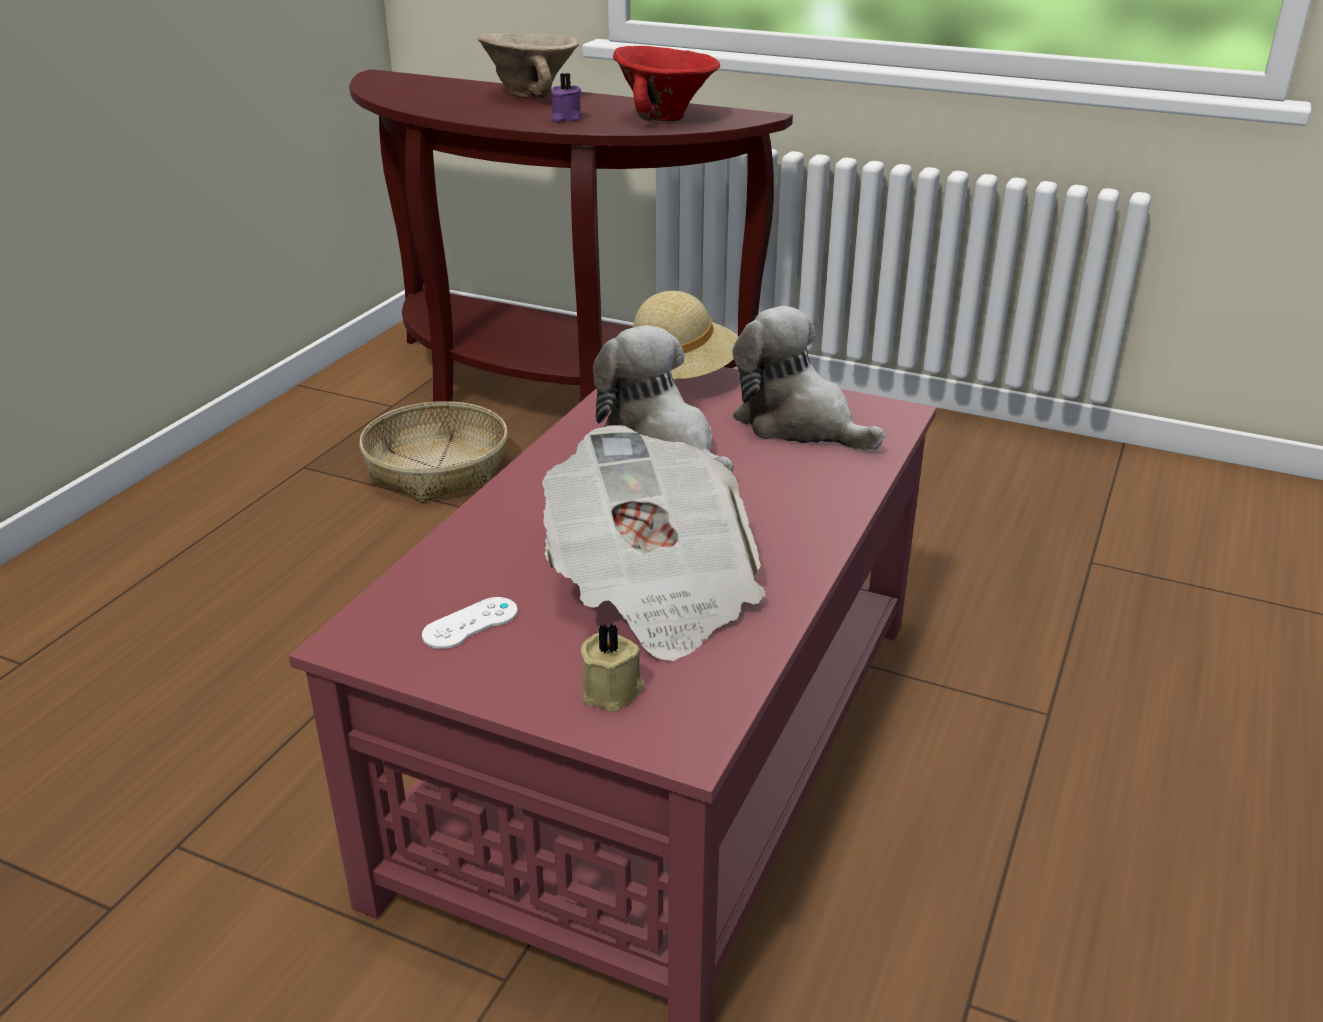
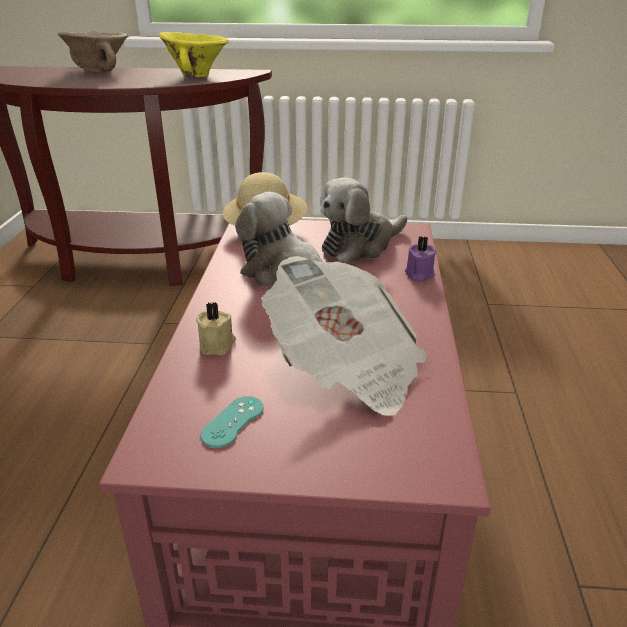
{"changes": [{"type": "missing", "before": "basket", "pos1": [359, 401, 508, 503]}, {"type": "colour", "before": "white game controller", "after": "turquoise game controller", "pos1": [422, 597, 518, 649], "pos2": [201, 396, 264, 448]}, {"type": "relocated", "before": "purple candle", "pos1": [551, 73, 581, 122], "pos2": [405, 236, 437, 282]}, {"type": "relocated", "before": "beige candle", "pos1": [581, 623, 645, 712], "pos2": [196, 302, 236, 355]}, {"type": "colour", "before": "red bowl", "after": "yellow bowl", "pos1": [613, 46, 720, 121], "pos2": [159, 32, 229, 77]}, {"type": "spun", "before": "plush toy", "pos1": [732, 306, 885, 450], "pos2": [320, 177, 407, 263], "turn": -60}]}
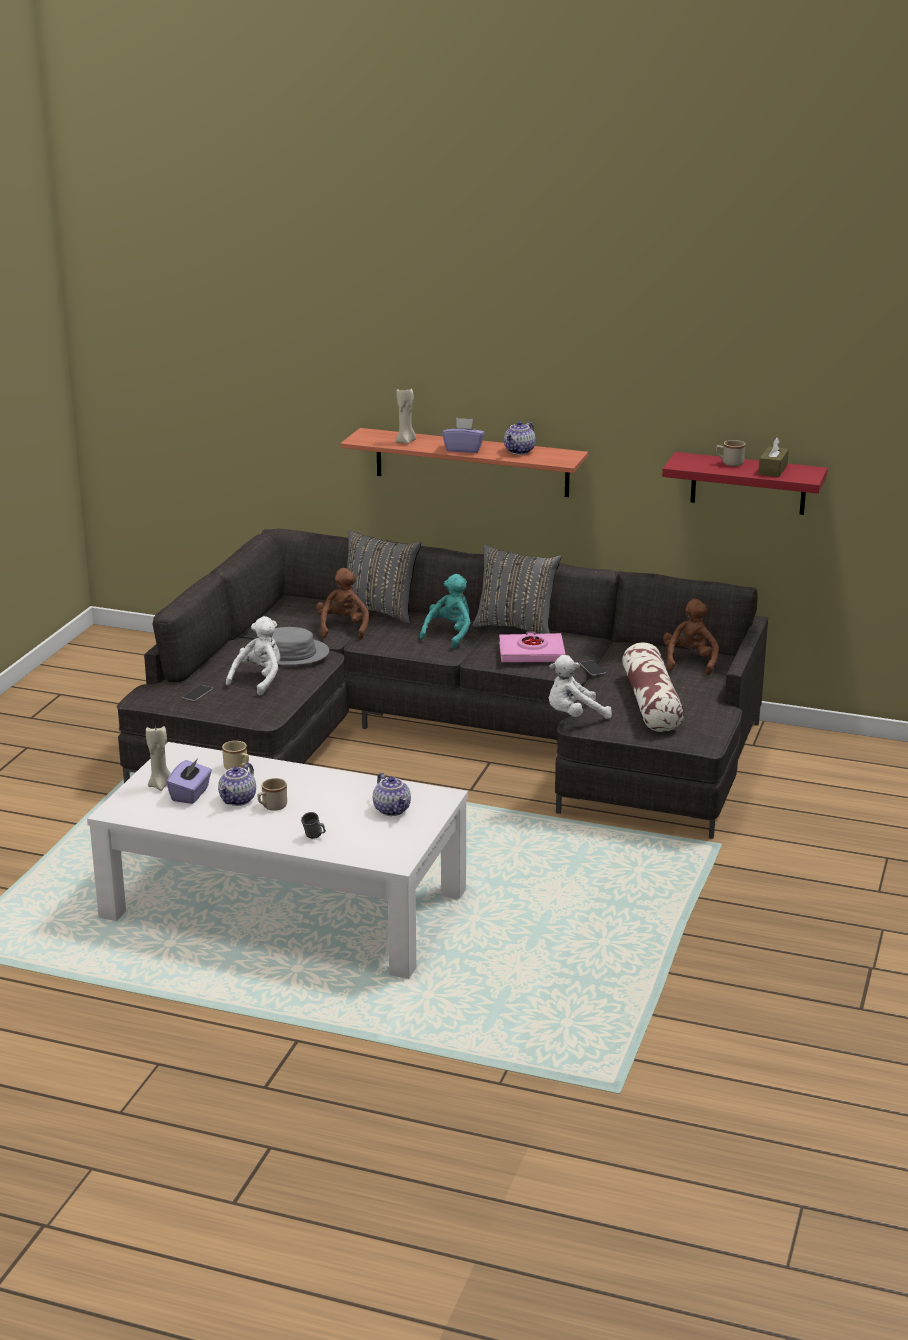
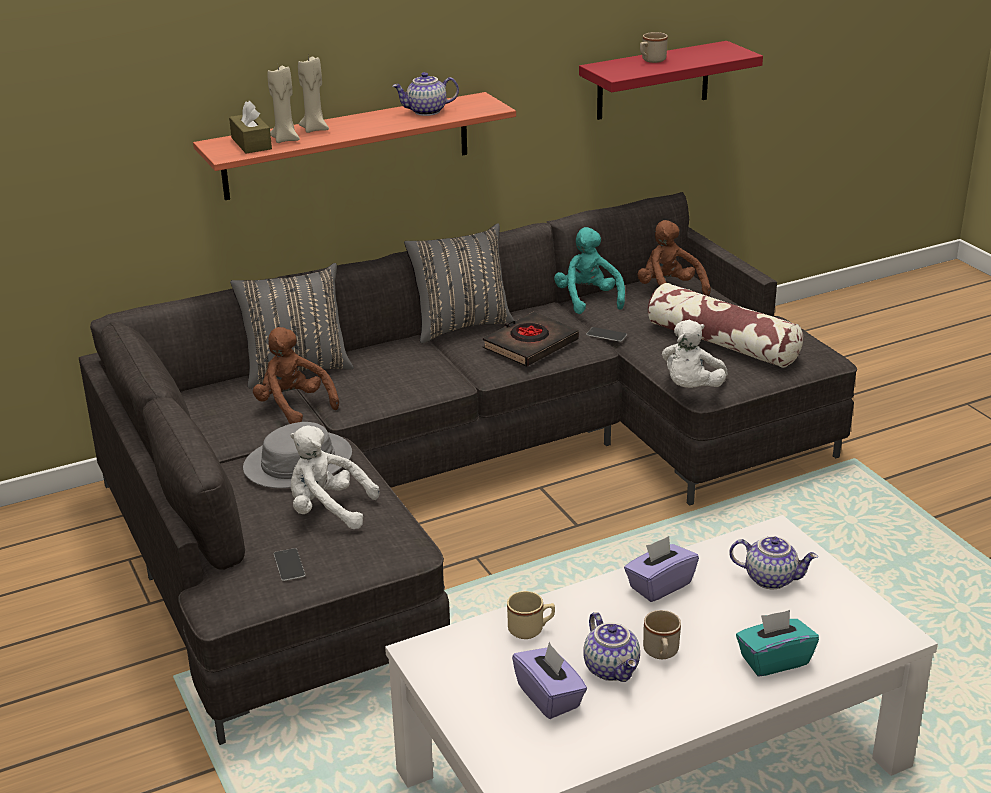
{"changes": [{"type": "relocated", "before": "beige candle", "pos1": [146, 725, 171, 791], "pos2": [298, 56, 329, 133]}, {"type": "spun", "before": "white plush toy", "pos1": [226, 616, 280, 696], "pos2": [290, 426, 380, 529], "turn": -60}, {"type": "exchanged", "before": "grey mug", "after": "turquoise tissue box", "pos1": [301, 812, 326, 839], "pos2": [736, 610, 819, 677]}, {"type": "relocated", "before": "turquoise plush toy", "pos1": [420, 574, 471, 648], "pos2": [554, 227, 625, 314]}, {"type": "relocated", "before": "purple tissue box", "pos1": [442, 418, 485, 453], "pos2": [624, 536, 699, 602]}, {"type": "colour", "before": "pink book", "after": "black book", "pos1": [499, 632, 565, 662], "pos2": [483, 312, 579, 367]}, {"type": "spun", "before": "teapot", "pos1": [504, 421, 536, 455], "pos2": [392, 72, 459, 116], "turn": 90}, {"type": "relocated", "before": "brown tissue box", "pos1": [758, 437, 789, 477], "pos2": [229, 101, 272, 153]}]}
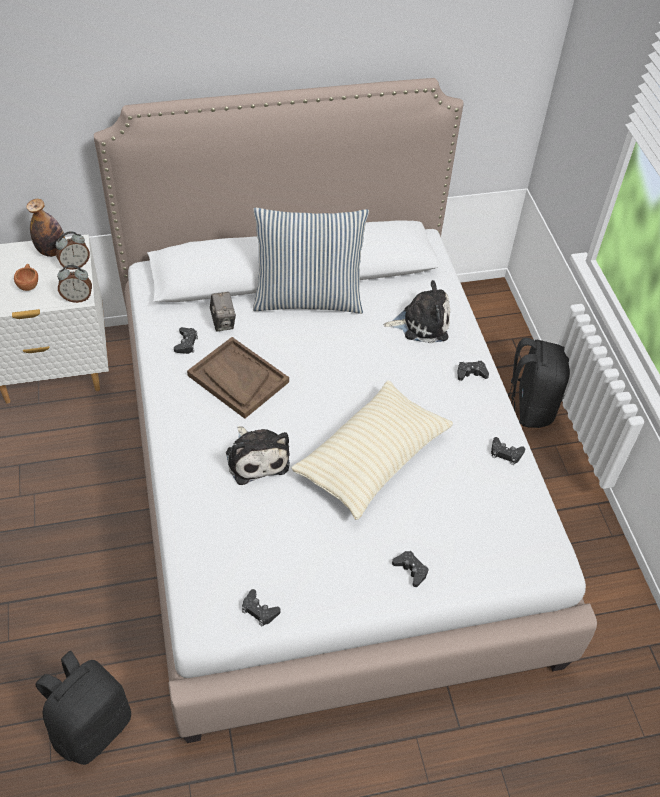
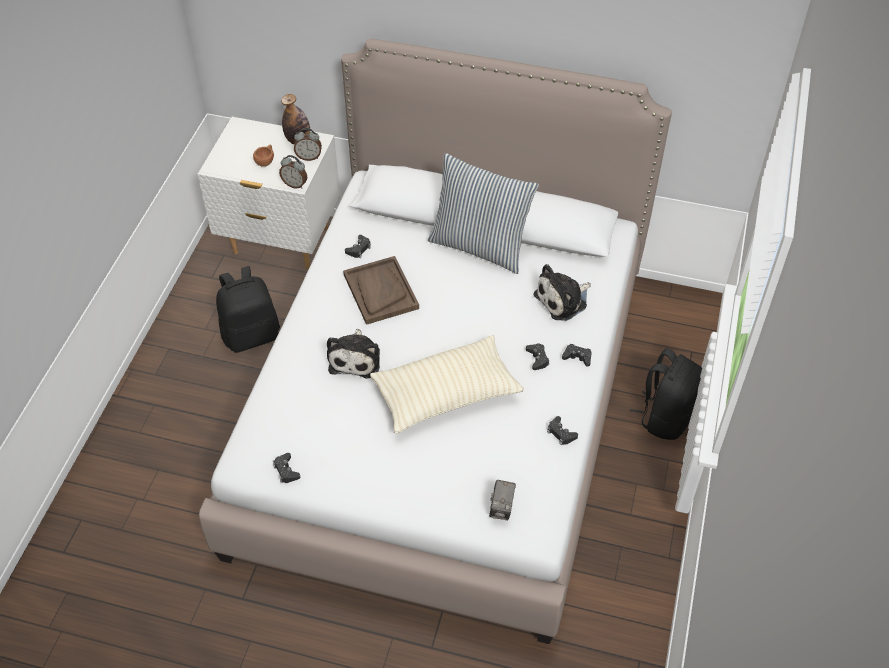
{"changes": [{"type": "relocated", "before": "black backpack", "pos1": [36, 651, 131, 765], "pos2": [216, 266, 280, 353]}, {"type": "relocated", "before": "photo camera", "pos1": [210, 292, 236, 331], "pos2": [489, 480, 516, 520]}, {"type": "spun", "before": "plush toy", "pos1": [384, 280, 450, 343], "pos2": [533, 264, 591, 321], "turn": 120}, {"type": "relocated", "before": "black game controller", "pos1": [392, 551, 429, 587], "pos2": [526, 343, 549, 370]}]}
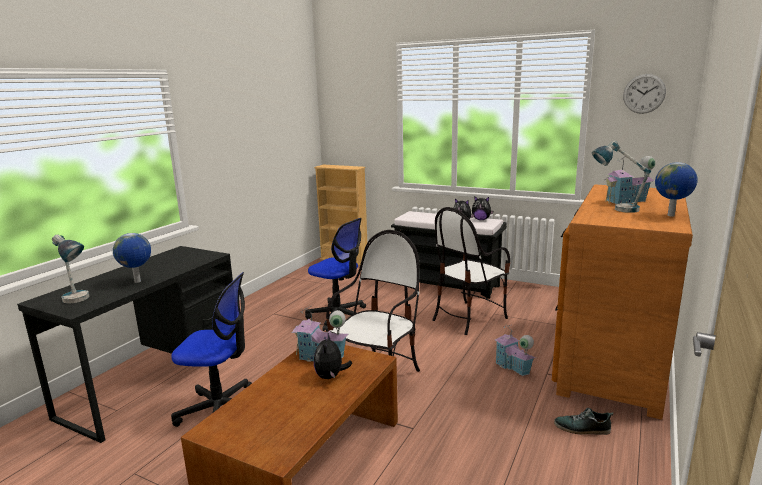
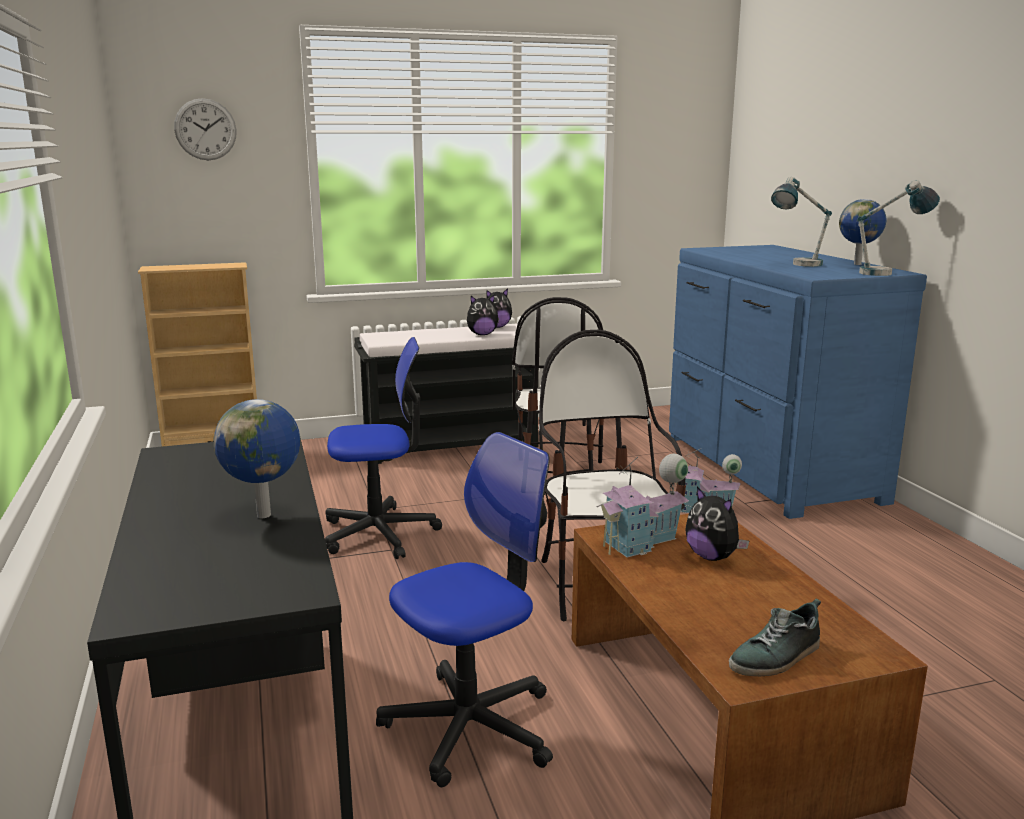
{"changes": [{"type": "relocated", "before": "table lamp", "pos1": [52, 234, 90, 304], "pos2": [857, 180, 940, 276]}, {"type": "colour", "before": "brown dresser", "after": "blue dresser", "pos1": [552, 185, 693, 420], "pos2": [669, 245, 927, 519]}, {"type": "relocated", "before": "shoe", "pos1": [554, 408, 613, 435], "pos2": [729, 599, 821, 676]}, {"type": "missing", "before": "toy house", "pos1": [604, 156, 655, 204]}, {"type": "relocated", "before": "wall clock", "pos1": [623, 74, 666, 114], "pos2": [174, 98, 237, 160]}]}
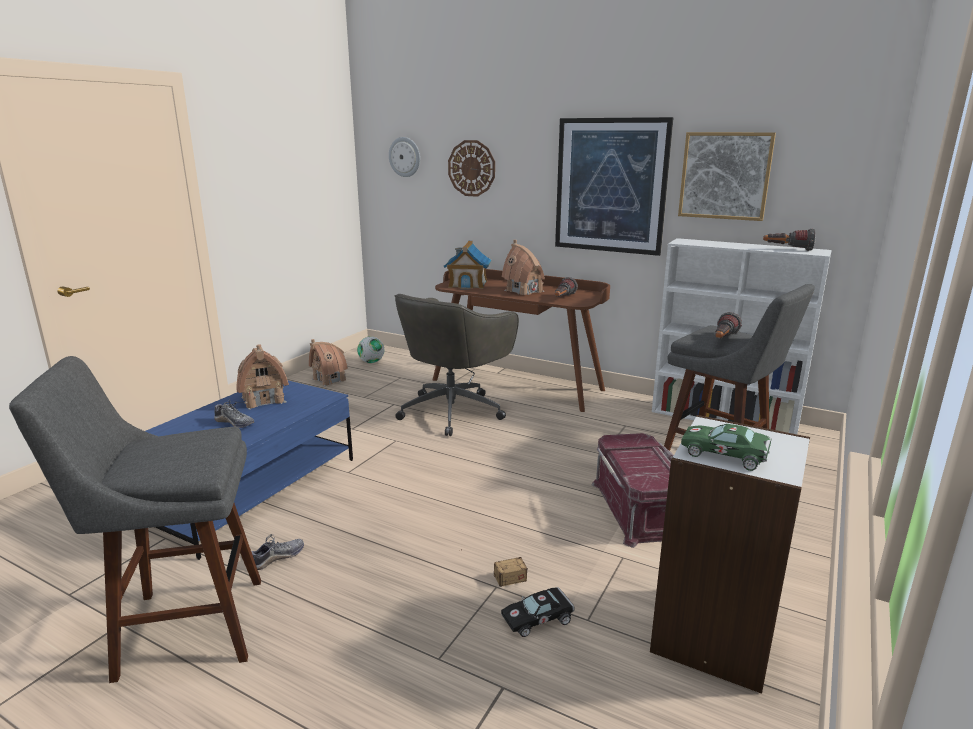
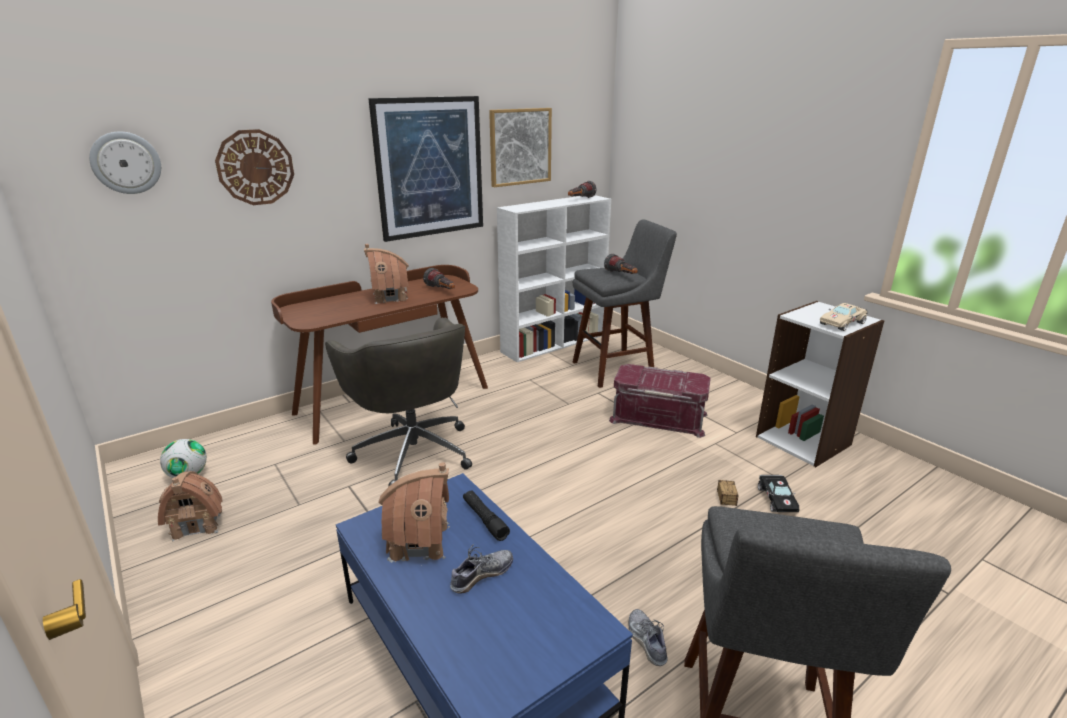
{"changes": [{"type": "missing", "before": "toy house", "pos1": [444, 241, 491, 290]}, {"type": "colour", "before": "green toy car", "after": "beige toy car", "pos1": [681, 424, 772, 471], "pos2": [820, 303, 868, 331]}, {"type": "appeared", "after": "black flashlight", "pos2": [463, 491, 510, 541]}]}
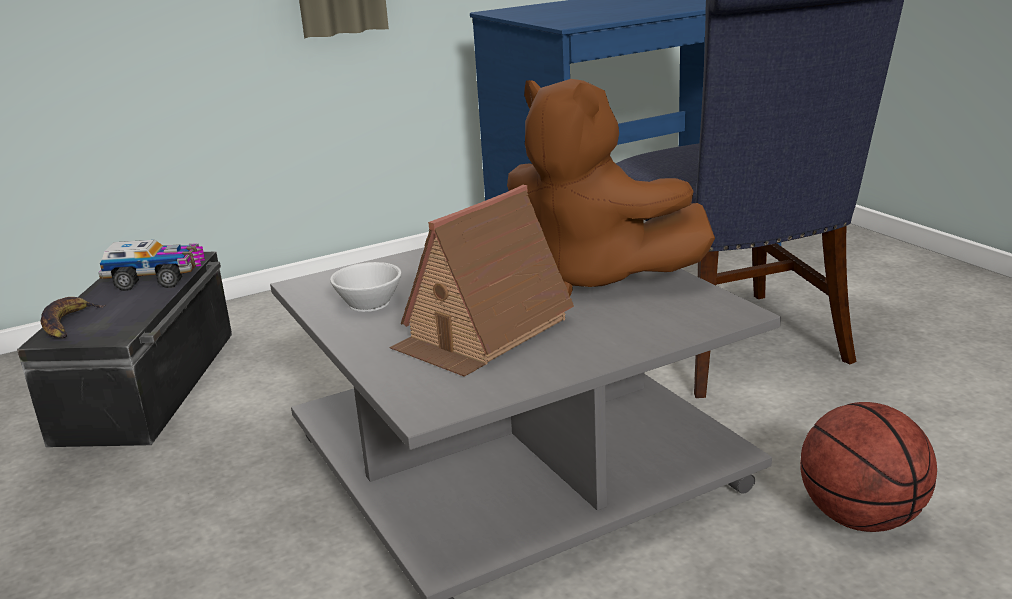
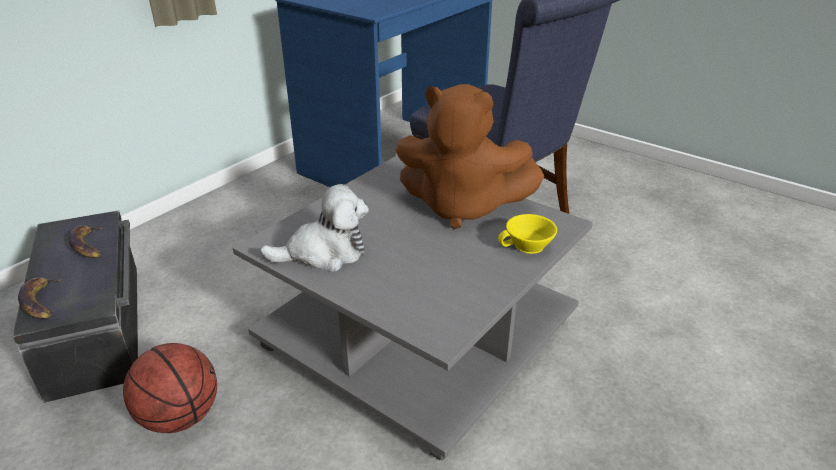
{"changes": [{"type": "exchanged", "before": "toy truck", "after": "banana", "pos1": [98, 240, 205, 291], "pos2": [69, 225, 103, 258]}, {"type": "exchanged", "before": "white cup", "after": "plush toy", "pos1": [330, 262, 401, 312], "pos2": [260, 184, 369, 272]}, {"type": "missing", "before": "toy house", "pos1": [389, 185, 574, 377]}, {"type": "relocated", "before": "basketball", "pos1": [800, 402, 937, 532], "pos2": [123, 343, 217, 433]}, {"type": "appeared", "after": "yellow cup", "pos2": [498, 214, 557, 254]}]}
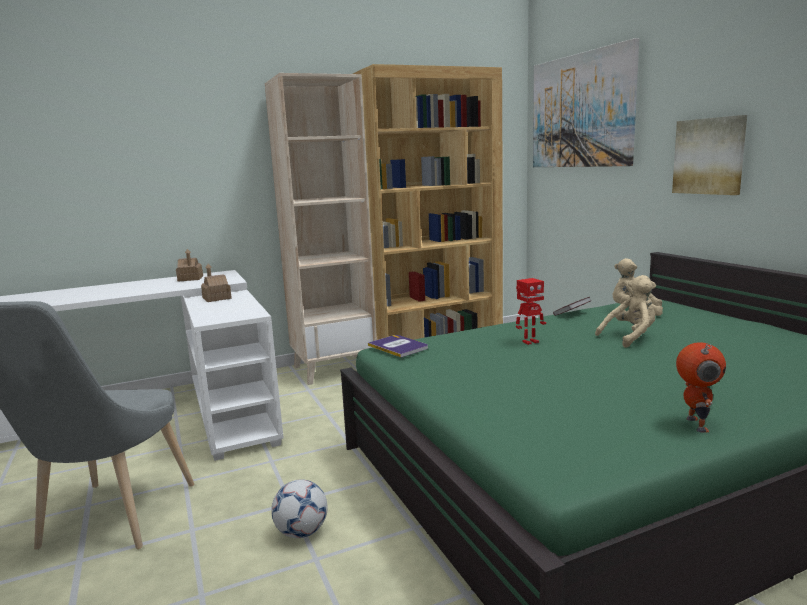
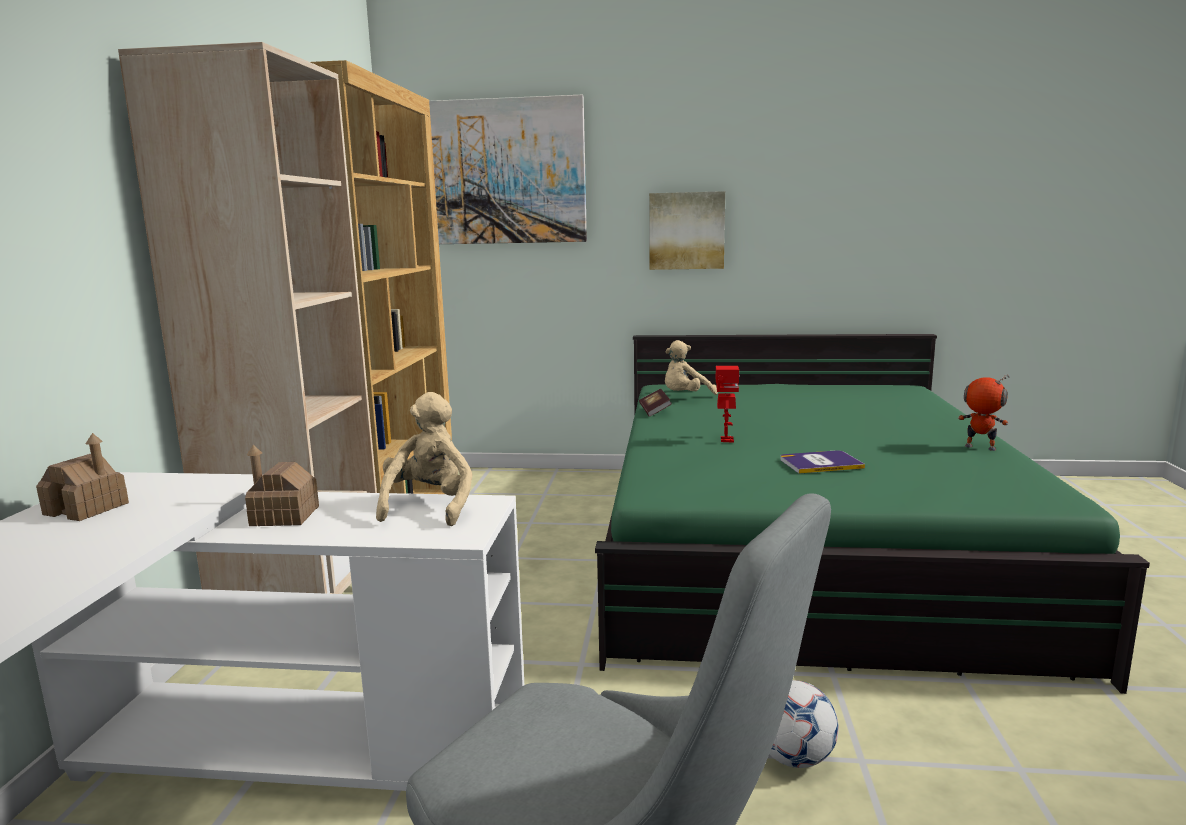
{"changes": [{"type": "relocated", "before": "book", "pos1": [368, 335, 428, 357], "pos2": [780, 450, 865, 474]}, {"type": "relocated", "before": "beige plush toy", "pos1": [595, 275, 656, 348], "pos2": [376, 392, 473, 526]}]}
